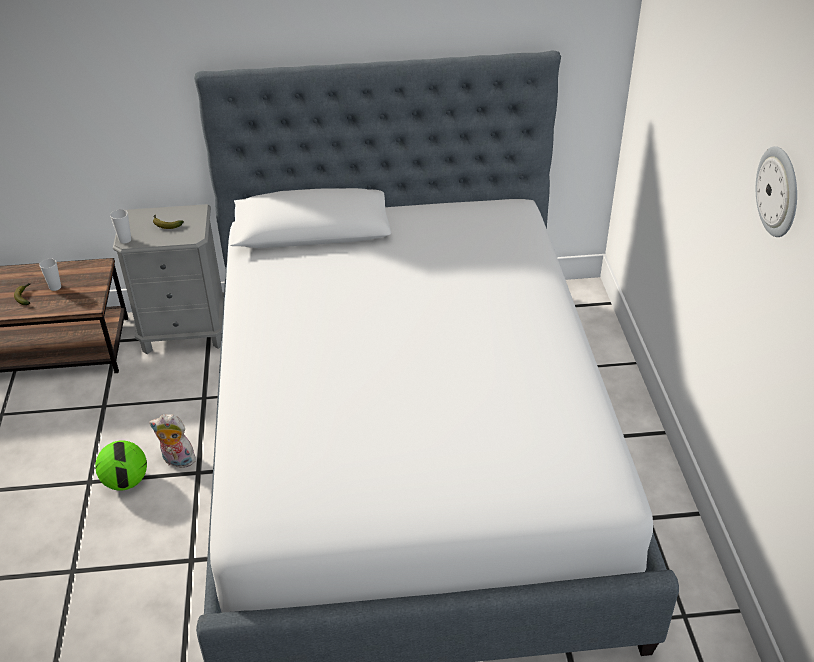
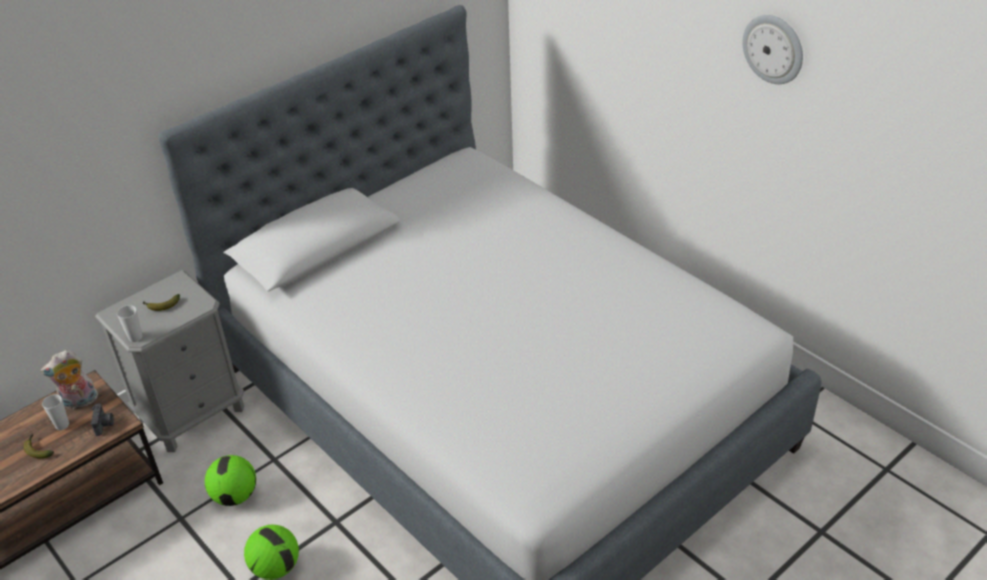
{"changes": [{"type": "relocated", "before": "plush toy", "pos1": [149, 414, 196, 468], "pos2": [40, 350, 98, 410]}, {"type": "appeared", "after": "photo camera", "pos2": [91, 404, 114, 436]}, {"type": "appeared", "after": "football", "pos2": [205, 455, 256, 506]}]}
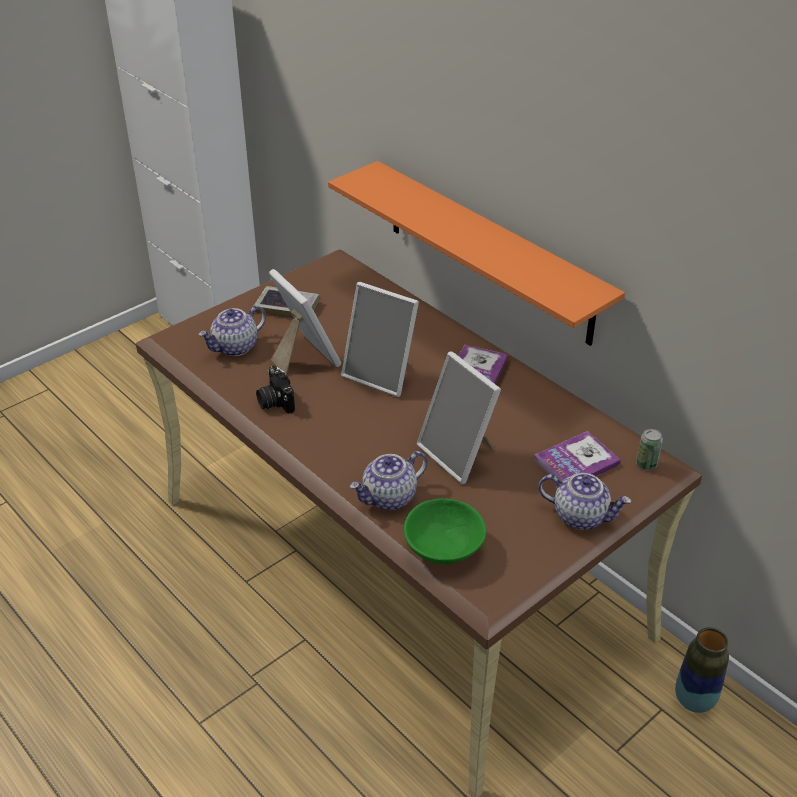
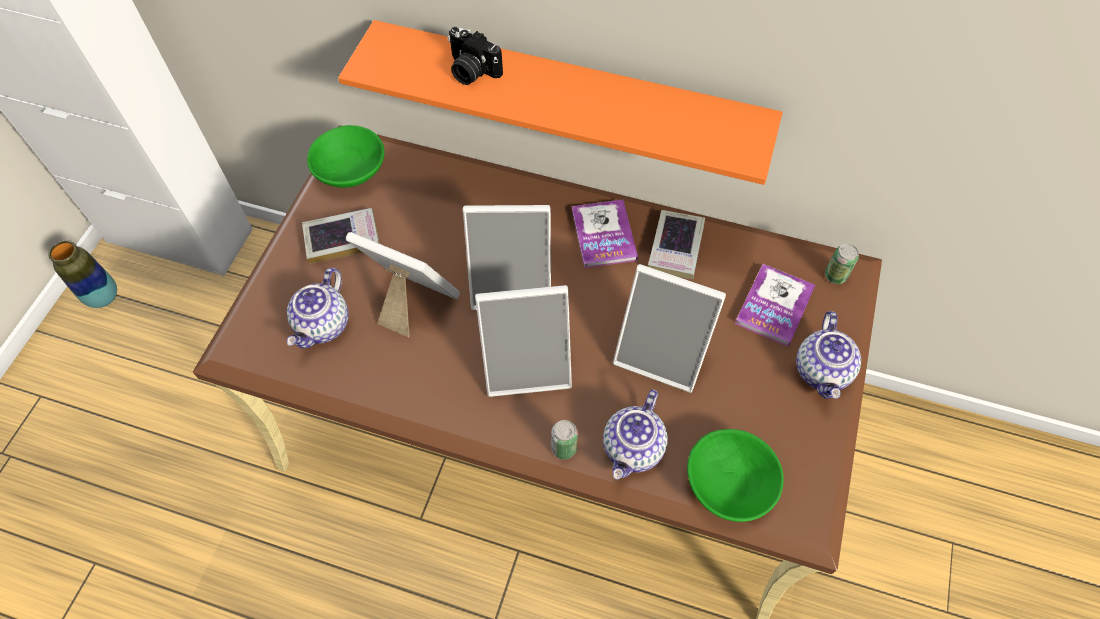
{"changes": [{"type": "relocated", "before": "photo camera", "pos1": [256, 365, 295, 414], "pos2": [447, 27, 503, 85]}, {"type": "spun", "before": "teapot", "pos1": [538, 473, 631, 530], "pos2": [796, 311, 861, 399], "turn": 105}, {"type": "relocated", "before": "vase", "pos1": [675, 627, 729, 713], "pos2": [48, 240, 117, 308]}, {"type": "appeared", "after": "green bowl", "pos2": [307, 125, 384, 188]}, {"type": "appeared", "after": "picture frame", "pos2": [475, 285, 572, 397]}, {"type": "appeared", "after": "can", "pos2": [551, 420, 578, 459]}, {"type": "appeared", "after": "book", "pos2": [648, 210, 705, 279]}]}
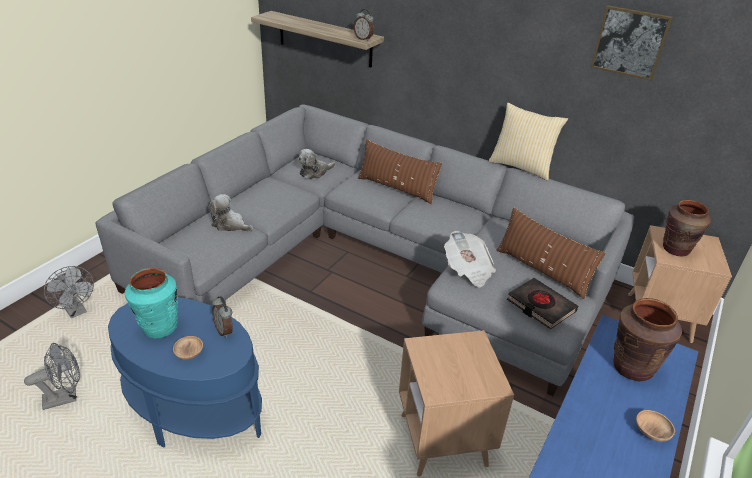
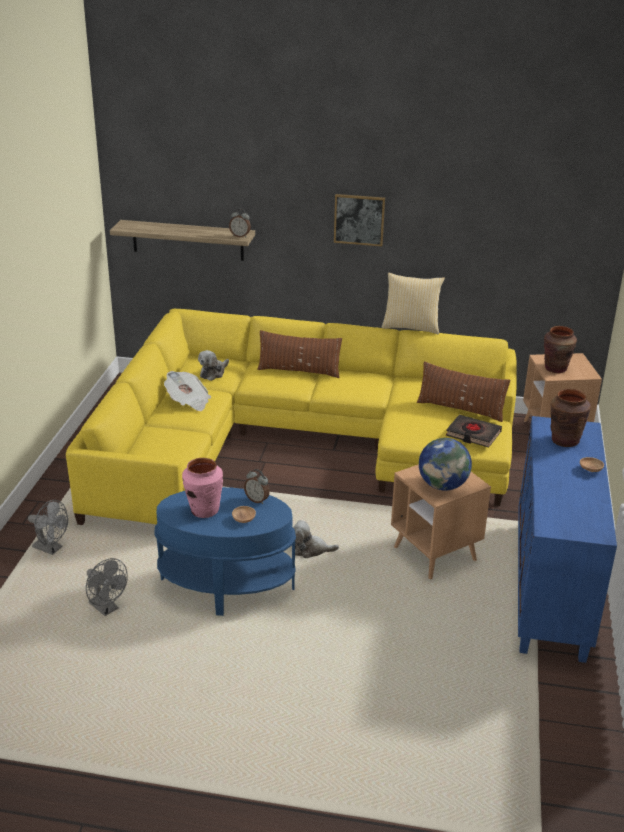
{"changes": [{"type": "spun", "before": "grey fan", "pos1": [24, 343, 80, 410], "pos2": [86, 558, 128, 616], "turn": 90}, {"type": "colour", "before": "grey sofa", "after": "yellow sofa", "pos1": [95, 104, 634, 396], "pos2": [66, 309, 517, 525]}, {"type": "colour", "before": "turquoise vase", "after": "pink vase", "pos1": [125, 268, 178, 339], "pos2": [182, 458, 223, 518]}, {"type": "relocated", "before": "plush toy", "pos1": [208, 194, 253, 231], "pos2": [293, 520, 339, 558]}, {"type": "relocated", "before": "newspaper", "pos1": [444, 231, 496, 288], "pos2": [164, 371, 211, 411]}, {"type": "relocated", "before": "picture", "pos1": [591, 5, 673, 81], "pos2": [334, 194, 385, 246]}, {"type": "appeared", "after": "globe", "pos2": [419, 438, 472, 490]}]}
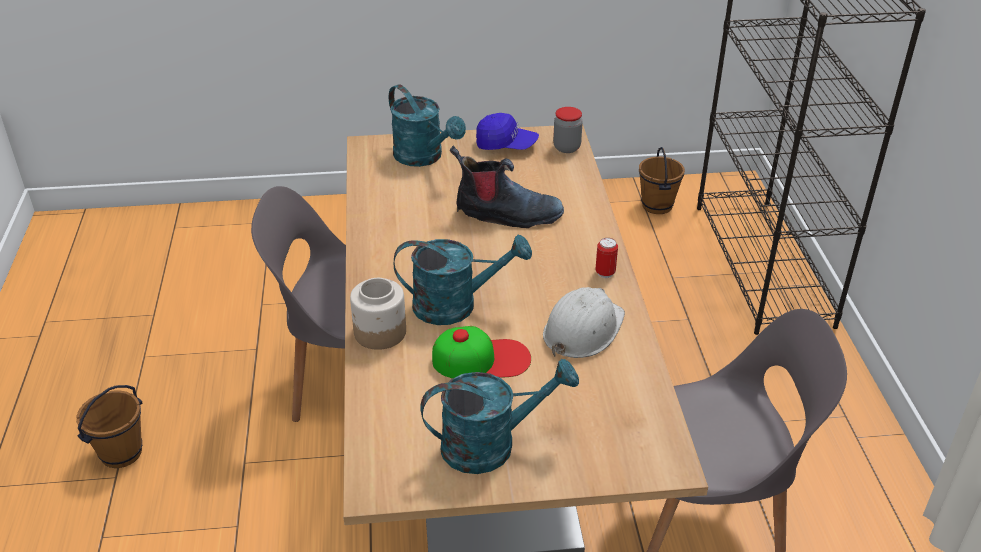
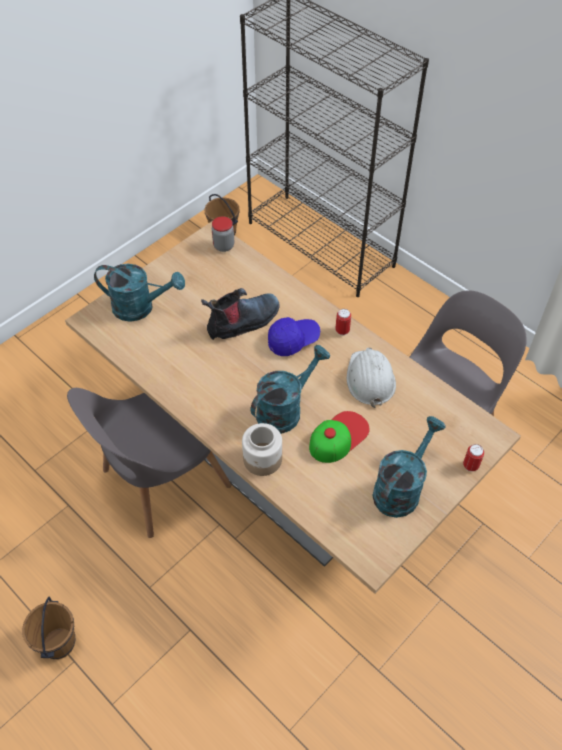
{"changes": [{"type": "relocated", "before": "blue cap", "pos1": [476, 113, 539, 150], "pos2": [268, 317, 320, 356]}, {"type": "appeared", "after": "can", "pos2": [463, 444, 484, 472]}]}
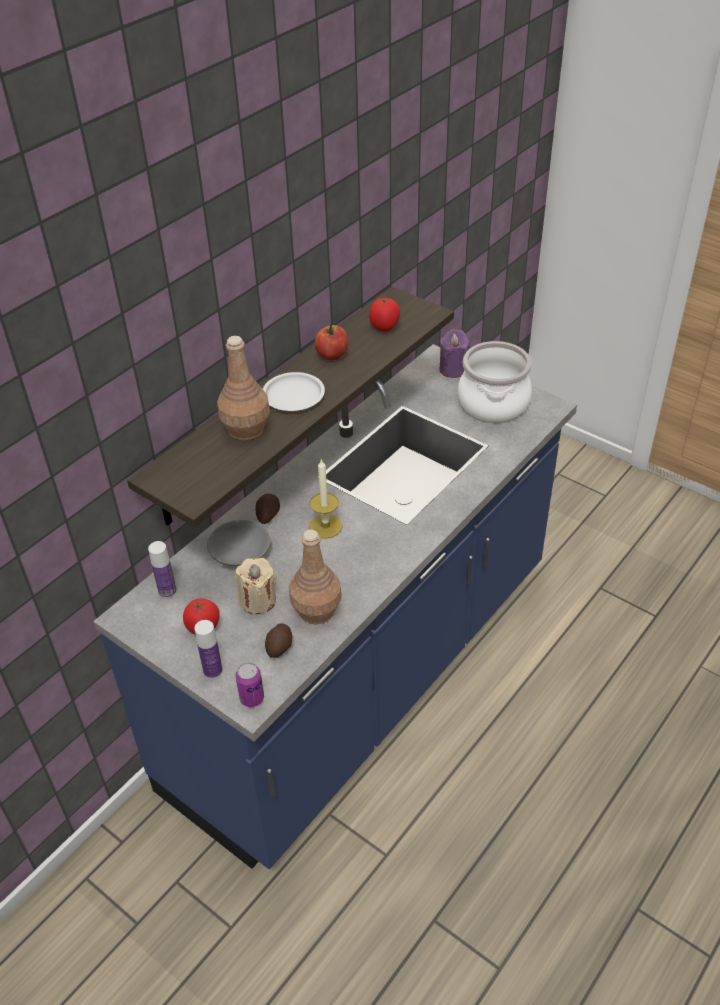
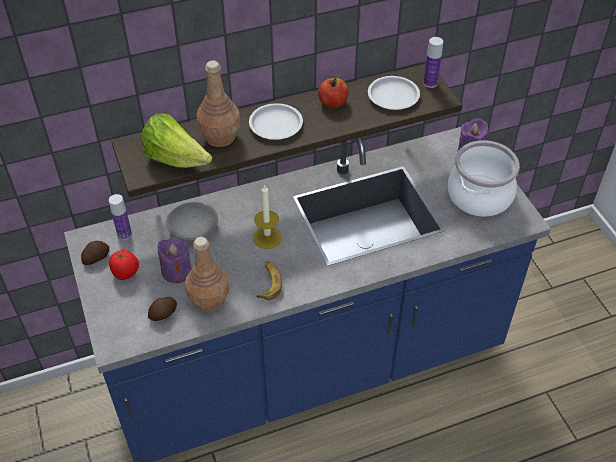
{"changes": [{"type": "relocated", "before": "bottle", "pos1": [194, 620, 223, 679], "pos2": [423, 37, 443, 88]}, {"type": "colour", "before": "beige candle", "after": "purple candle", "pos1": [235, 558, 277, 614], "pos2": [158, 237, 192, 283]}, {"type": "missing", "before": "can", "pos1": [236, 662, 264, 707]}, {"type": "relocated", "before": "potato", "pos1": [256, 494, 280, 524], "pos2": [81, 241, 109, 265]}, {"type": "exchanged", "before": "tomato", "after": "white plate", "pos1": [369, 298, 400, 331], "pos2": [368, 76, 420, 110]}, {"type": "appeared", "after": "lettuce", "pos2": [141, 113, 212, 168]}, {"type": "appeared", "after": "banana", "pos2": [256, 261, 282, 300]}]}
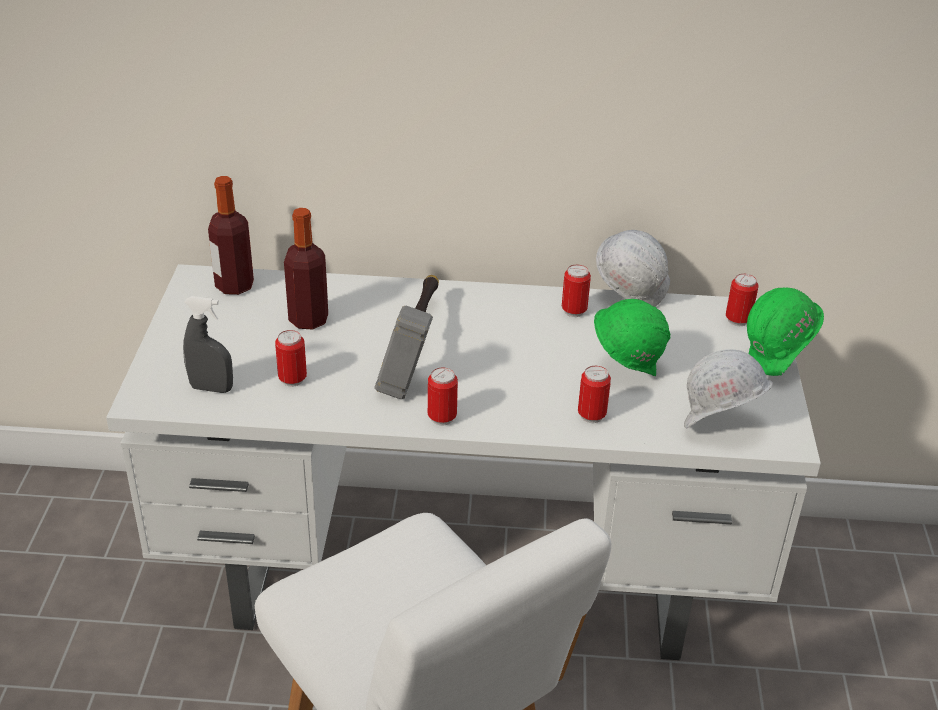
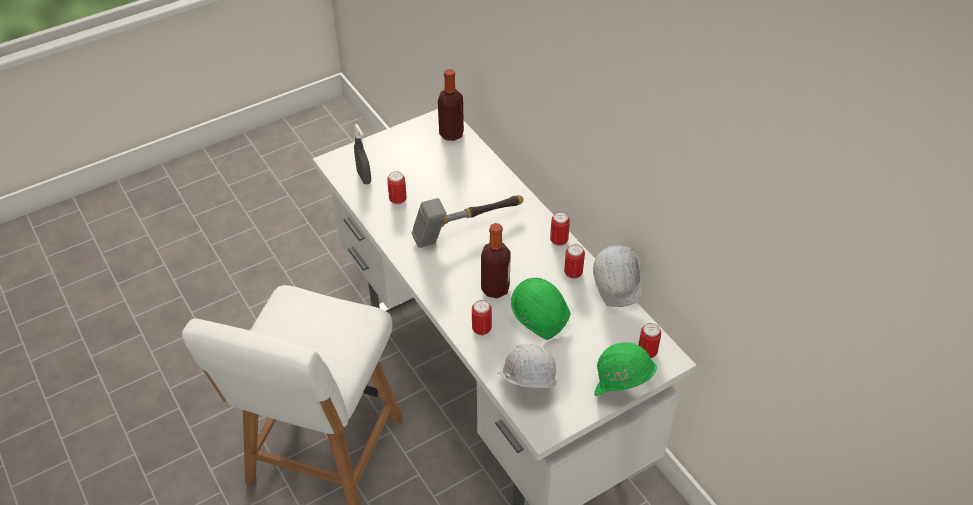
{"changes": [{"type": "relocated", "before": "bottle", "pos1": [284, 208, 328, 330], "pos2": [481, 223, 511, 299]}, {"type": "relocated", "before": "can", "pos1": [428, 367, 458, 425], "pos2": [550, 212, 570, 246]}]}
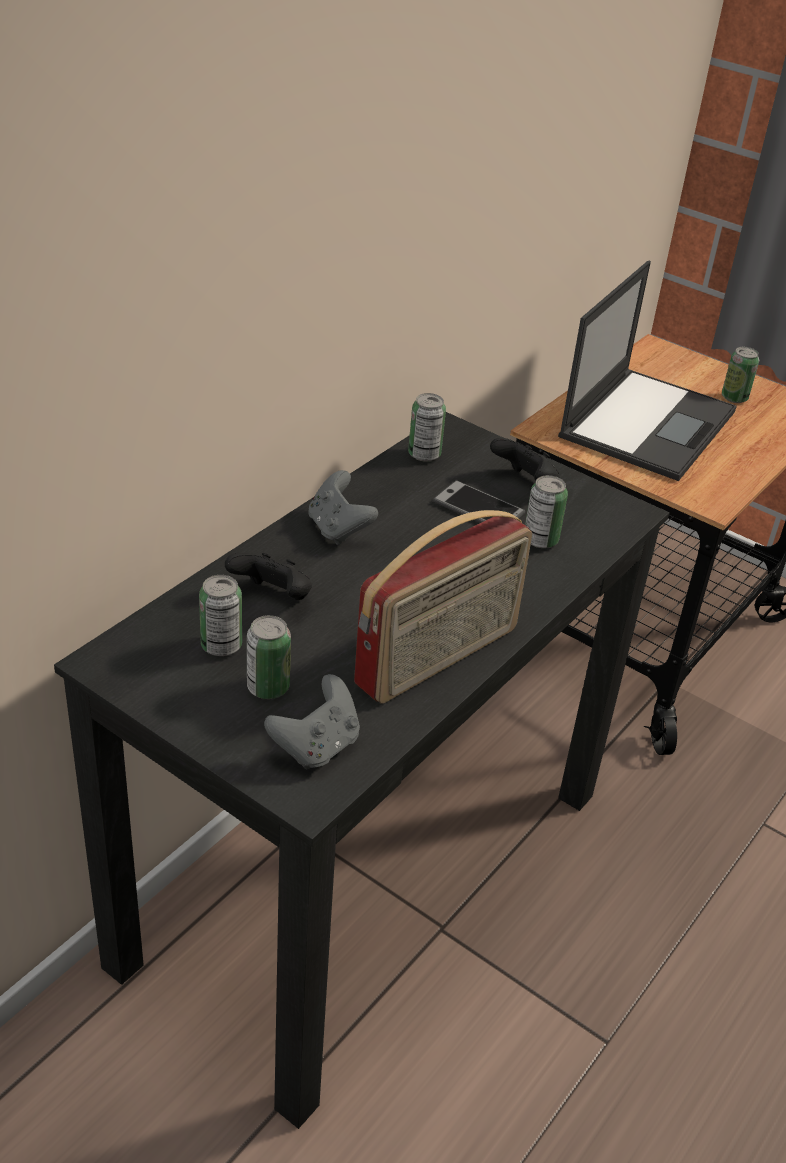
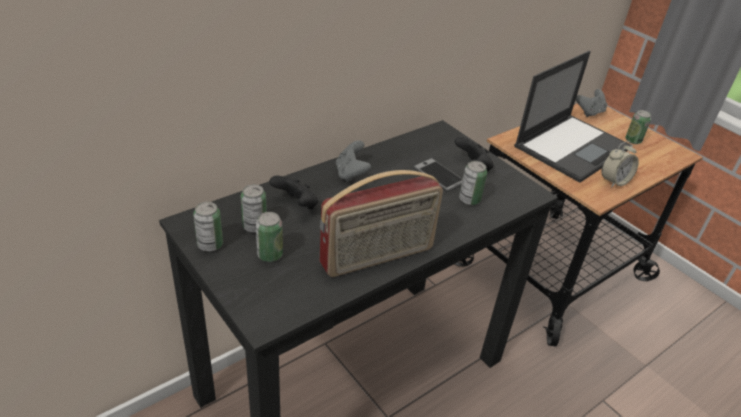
{"changes": [{"type": "relocated", "before": "grey game controller", "pos1": [264, 674, 360, 769], "pos2": [576, 89, 607, 117]}, {"type": "relocated", "before": "can", "pos1": [408, 393, 446, 462], "pos2": [193, 202, 223, 252]}, {"type": "appeared", "after": "alarm clock", "pos2": [602, 141, 639, 188]}]}
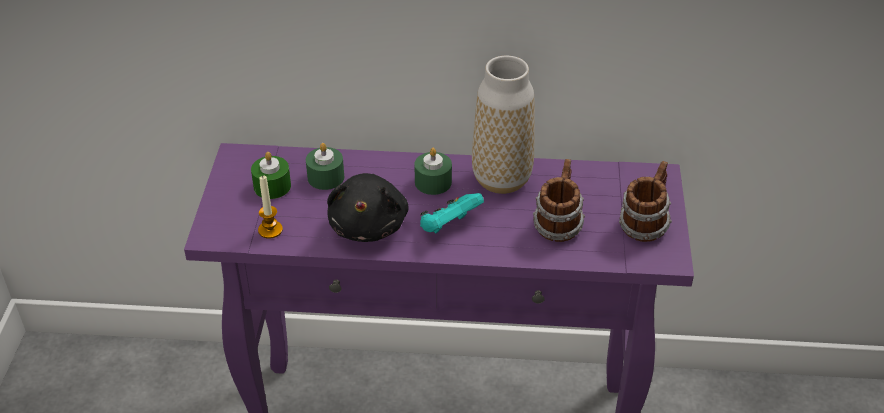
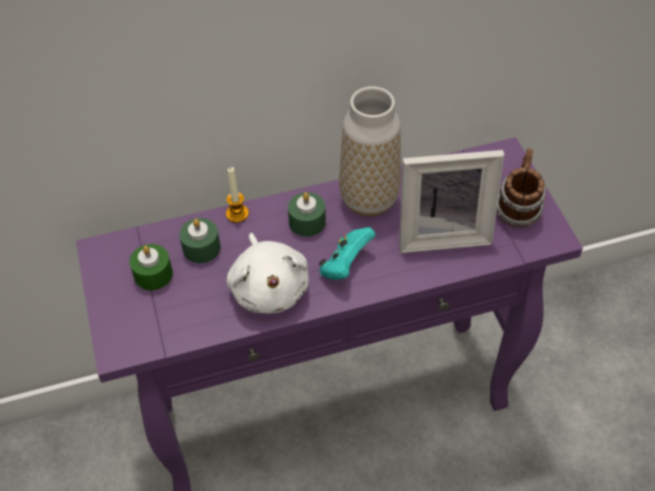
{"changes": [{"type": "relocated", "before": "candle", "pos1": [258, 175, 283, 239], "pos2": [226, 167, 249, 223]}, {"type": "colour", "before": "black plush toy", "after": "white plush toy", "pos1": [327, 173, 409, 242], "pos2": [227, 233, 309, 314]}, {"type": "exchanged", "before": "mug", "after": "picture frame", "pos1": [533, 159, 585, 242], "pos2": [399, 150, 504, 253]}]}
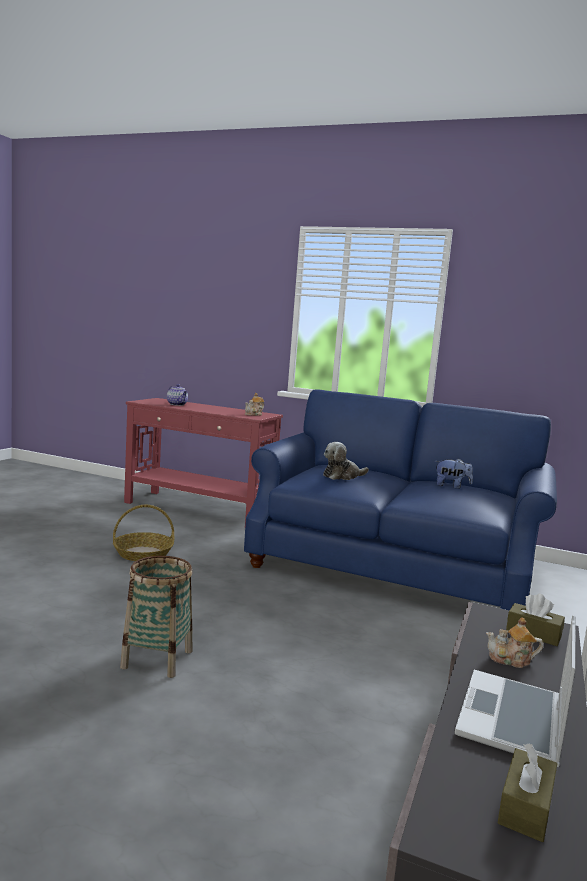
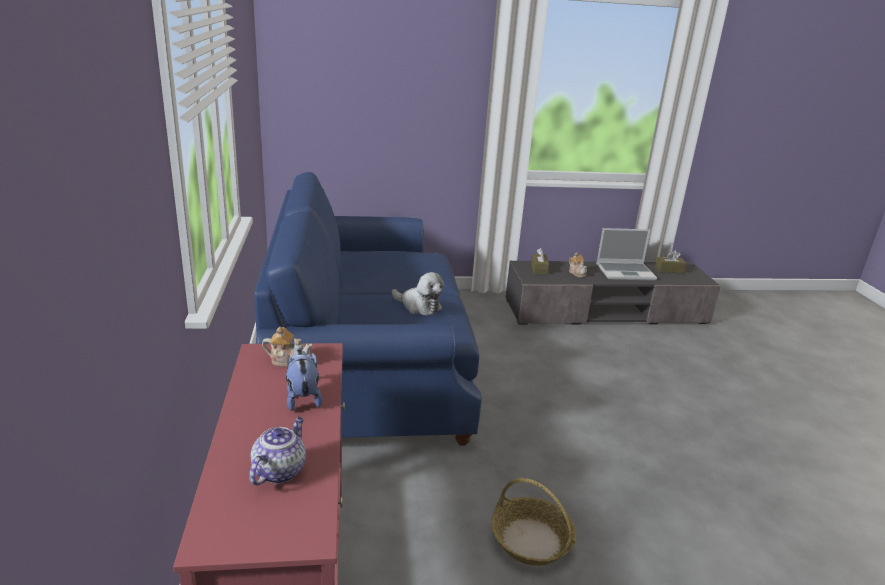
{"changes": [{"type": "missing", "before": "basket", "pos1": [120, 556, 193, 678]}, {"type": "relocated", "before": "plush toy", "pos1": [435, 458, 473, 489], "pos2": [286, 349, 322, 411]}]}
